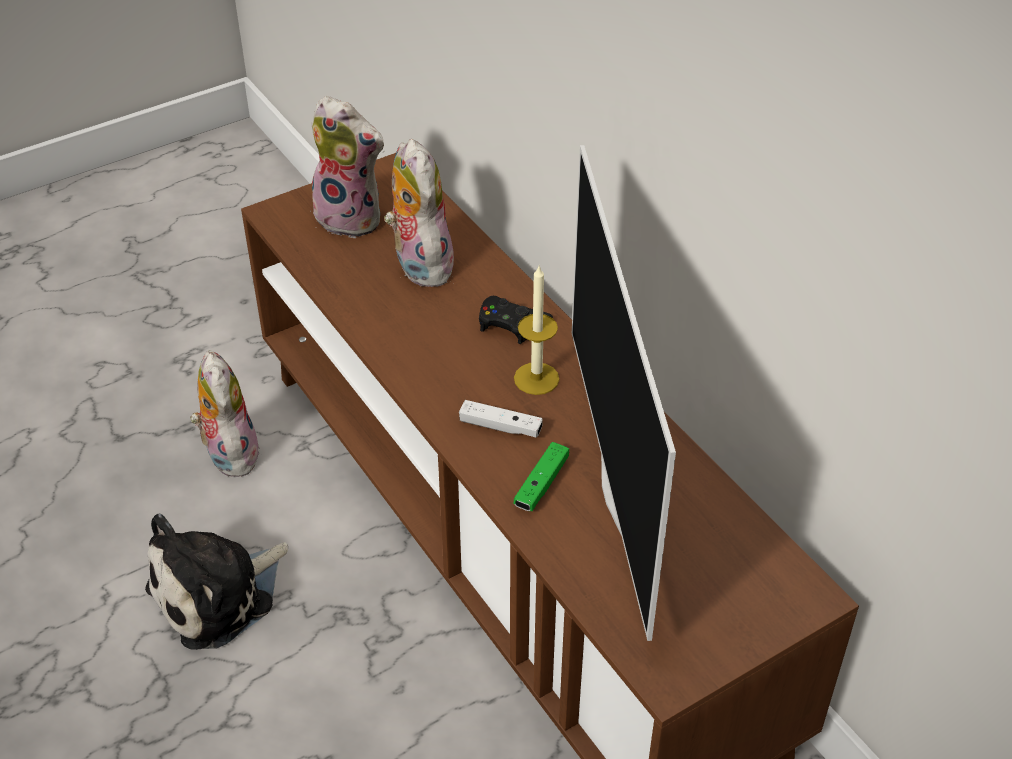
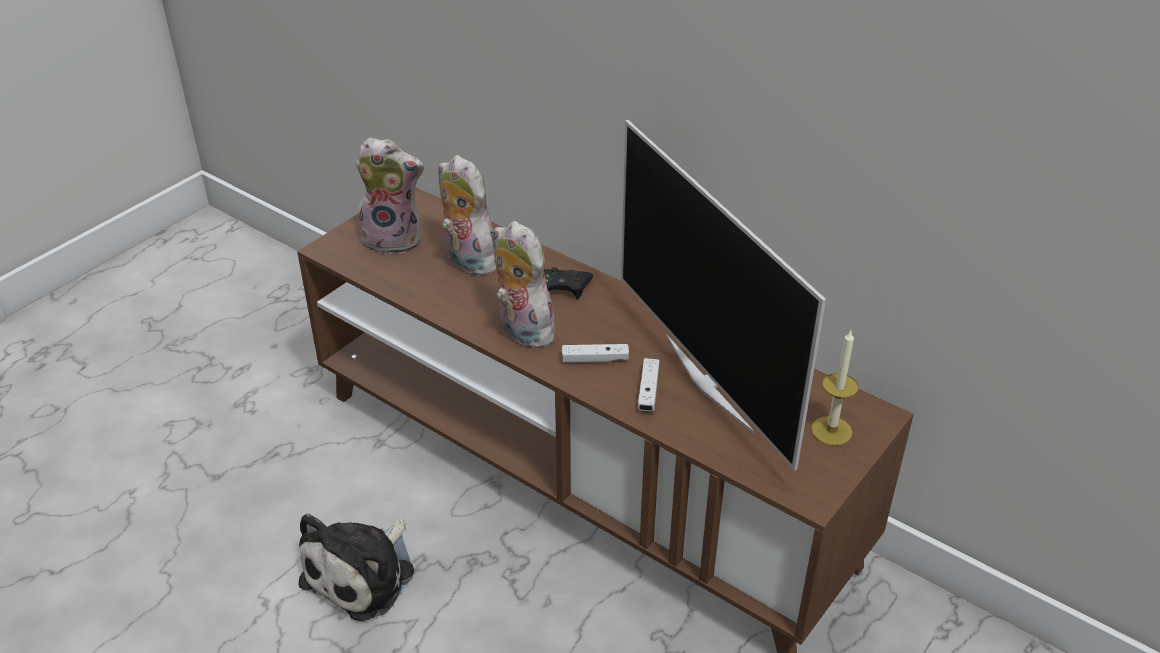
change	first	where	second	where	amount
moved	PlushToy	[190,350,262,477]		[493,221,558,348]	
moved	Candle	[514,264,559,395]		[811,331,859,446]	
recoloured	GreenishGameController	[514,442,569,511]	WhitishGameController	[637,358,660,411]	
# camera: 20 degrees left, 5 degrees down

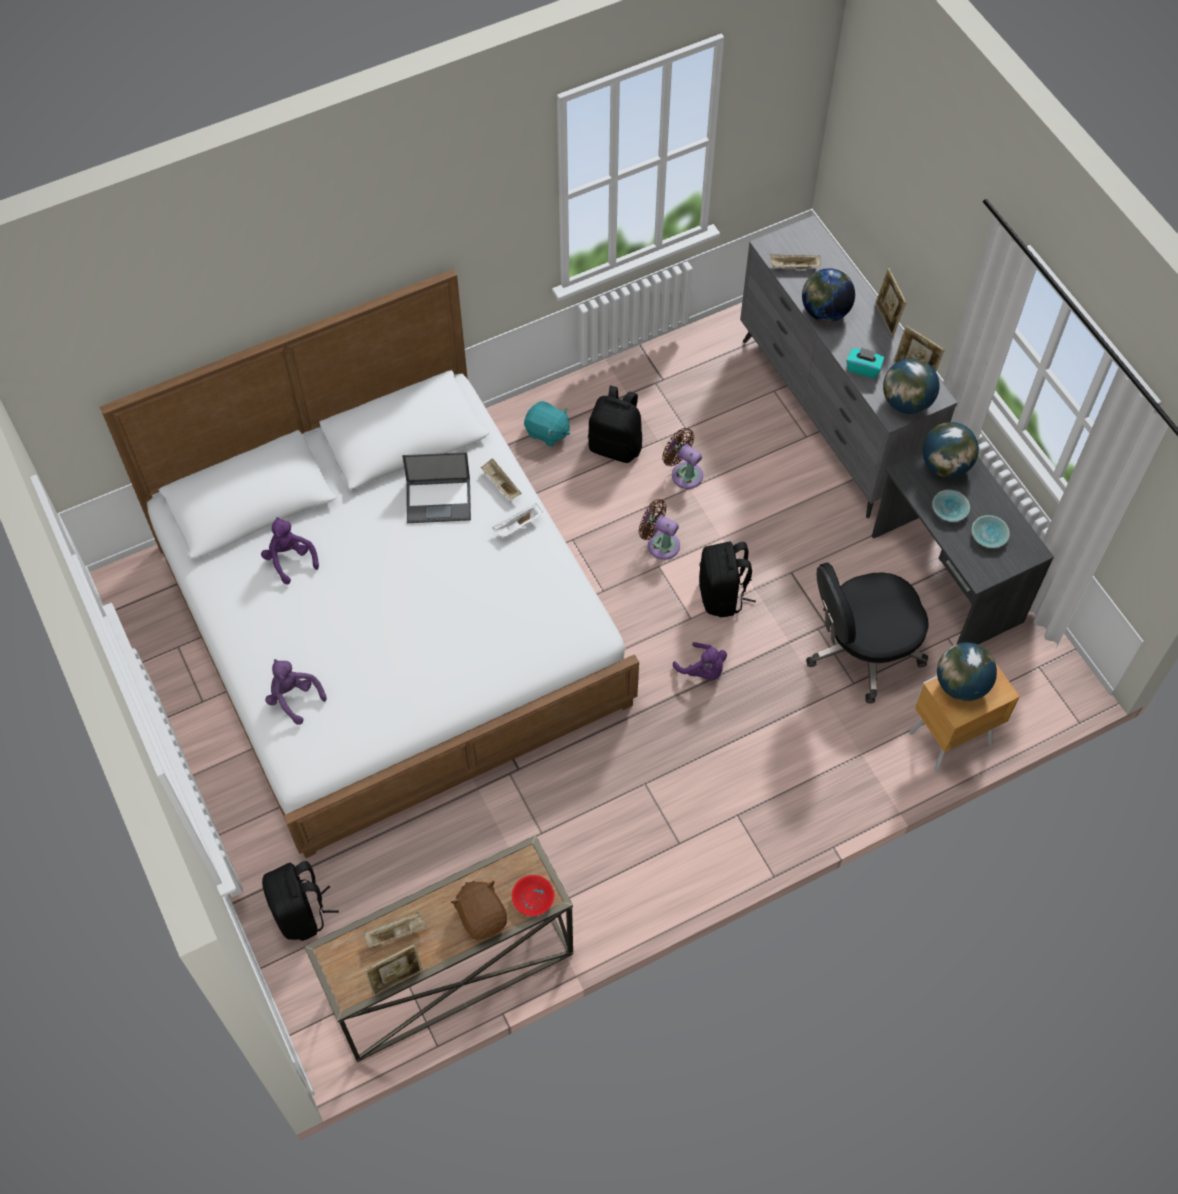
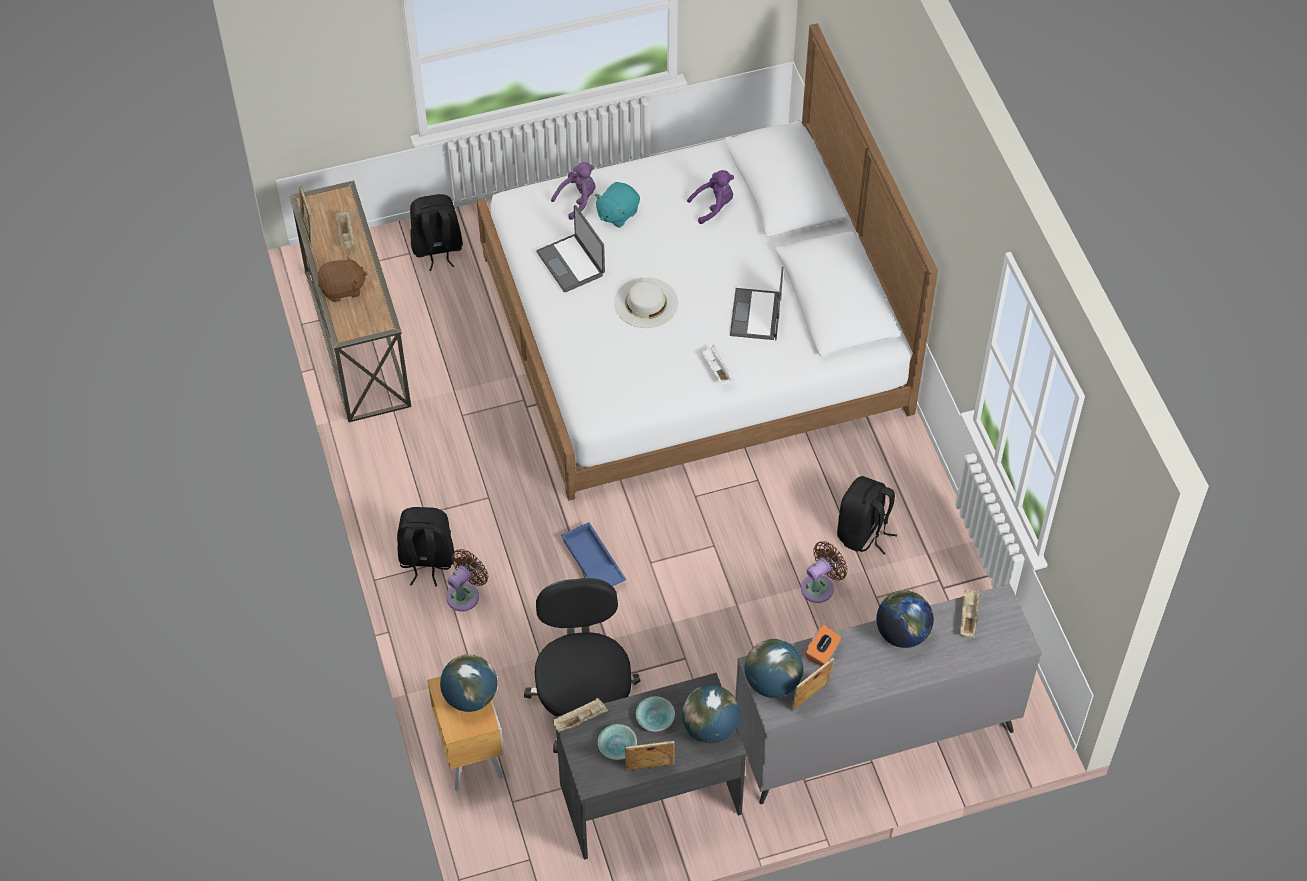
change	first	where	second	where	amount
moved	SandColouredServingTray	[481,458,522,500]		[553,698,608,732]	
removed	RedColouredServingBowl	[512,875,555,916]			
moved	TurquoiseColouredPlushToy	[524,401,570,447]		[595,182,640,228]	
moved	BrownFan	[639,499,680,560]		[446,549,488,611]	
replaced	PurplePlushToy	[673,642,727,680]	BlueServingTray	[561,522,626,587]	
moved	BlackishBackpack	[699,542,756,617]		[397,507,454,587]	
recoloured	TurquoiseColouredTissueBox	[847,347,884,378]	OrangeyTissueBox	[805,625,841,666]	
moved	StandingFrame	[875,268,906,337]		[625,741,674,771]	
added			NotebookComputer	[537,205,605,292]	
added			WhitishWearableHat	[614,277,678,328]	
# camera: 100 degrees right, 5 degrees down

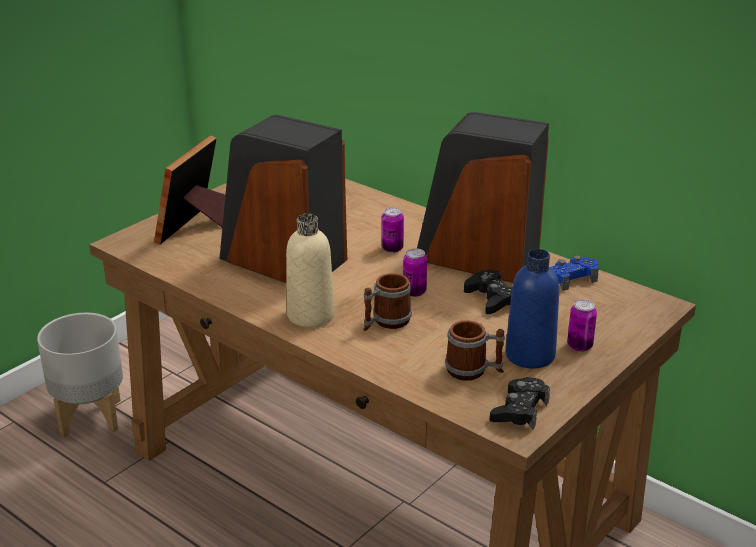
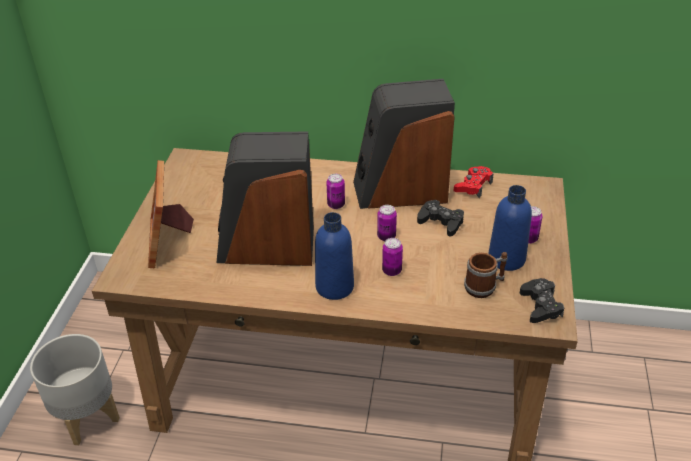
change	first	where	second	where	amount
recoloured	SandColouredBeverageBottle	[286,214,334,327]	BlueBeverageBottle	[315,212,354,300]	
replaced	TeaMug	[364,273,412,331]	MetalCan	[382,238,403,276]	
recoloured	BlueGameController	[550,255,599,291]	RedColouredGameController	[454,166,493,198]	
# camera: 30 degrees left, 10 degrees up

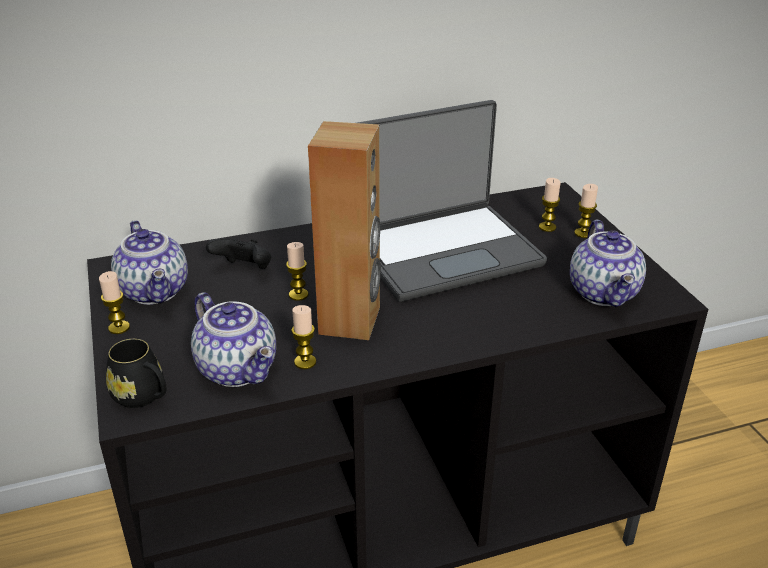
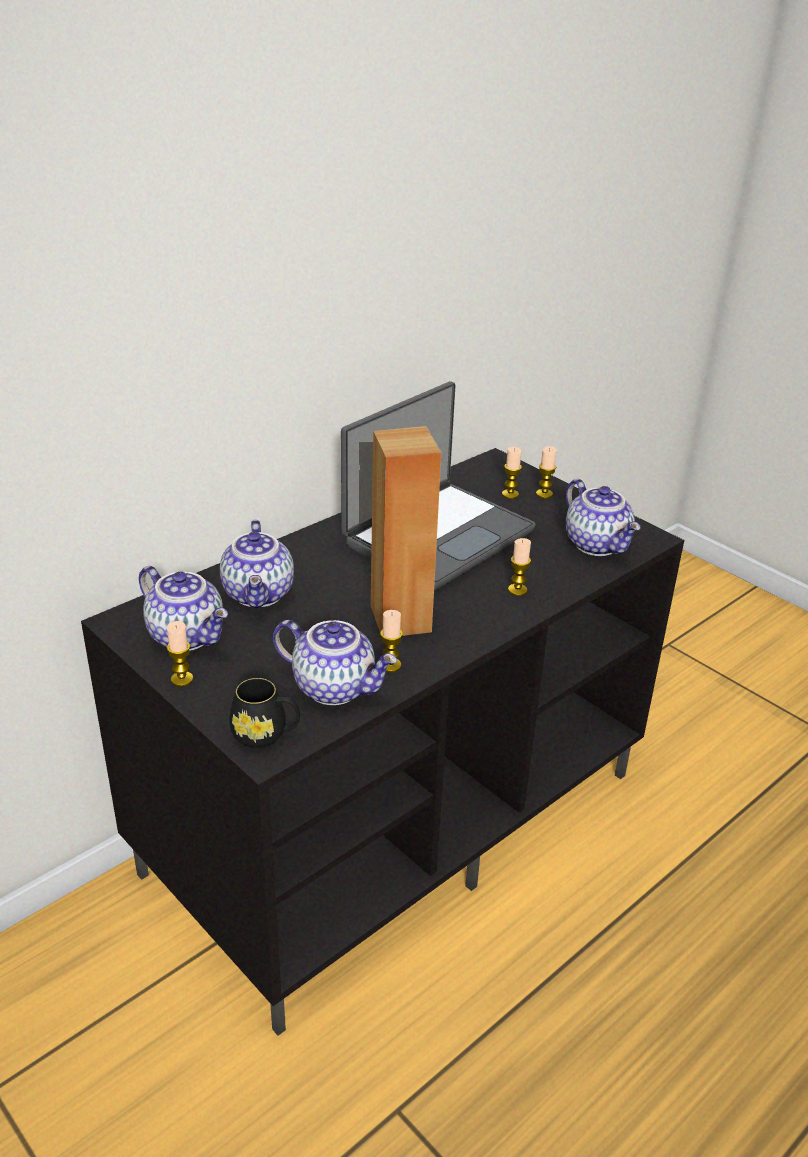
change	first	where	second	where	amount
replaced	BlackishGameController	[206,239,271,269]	Teapot	[220,520,294,608]	
moved	Candle	[286,242,308,301]		[508,538,531,596]	
# camera: 25 degrees left, 0 degrees up

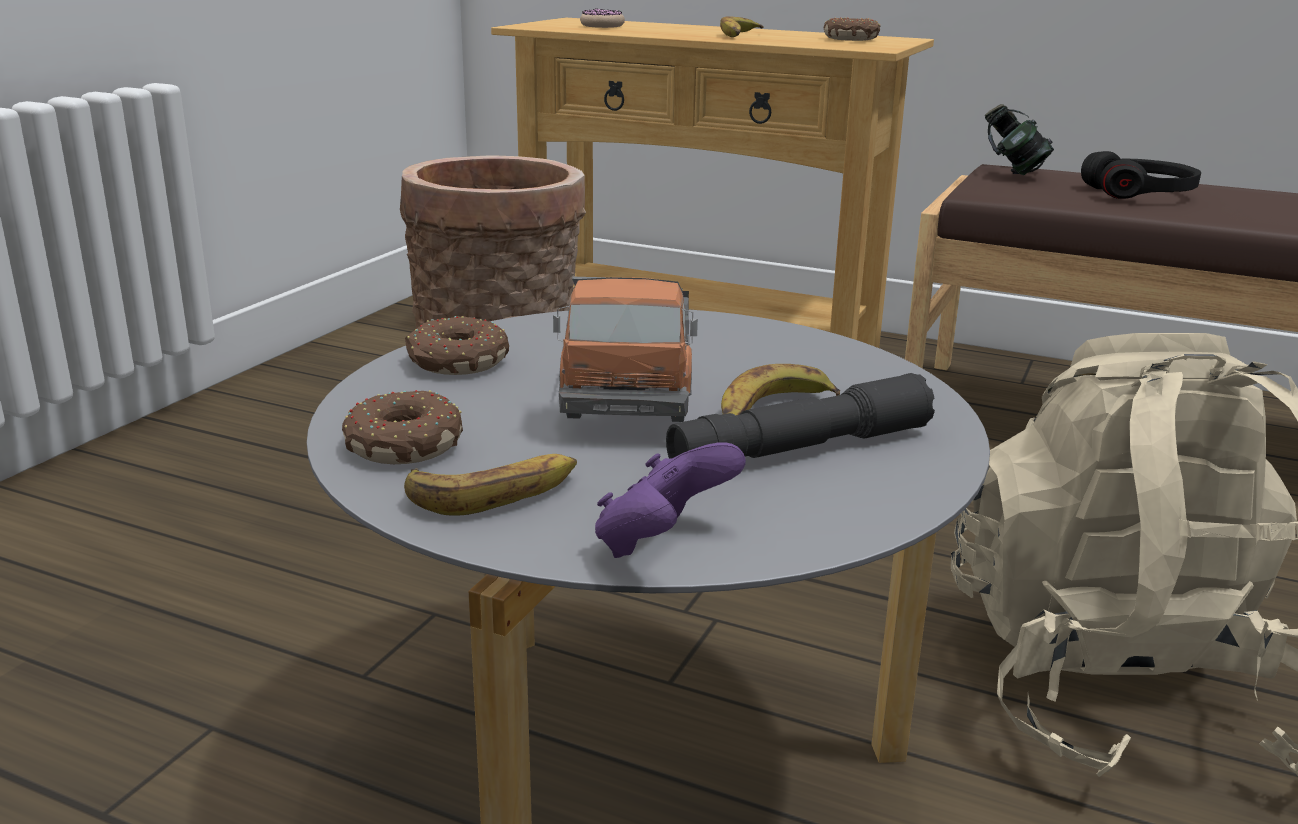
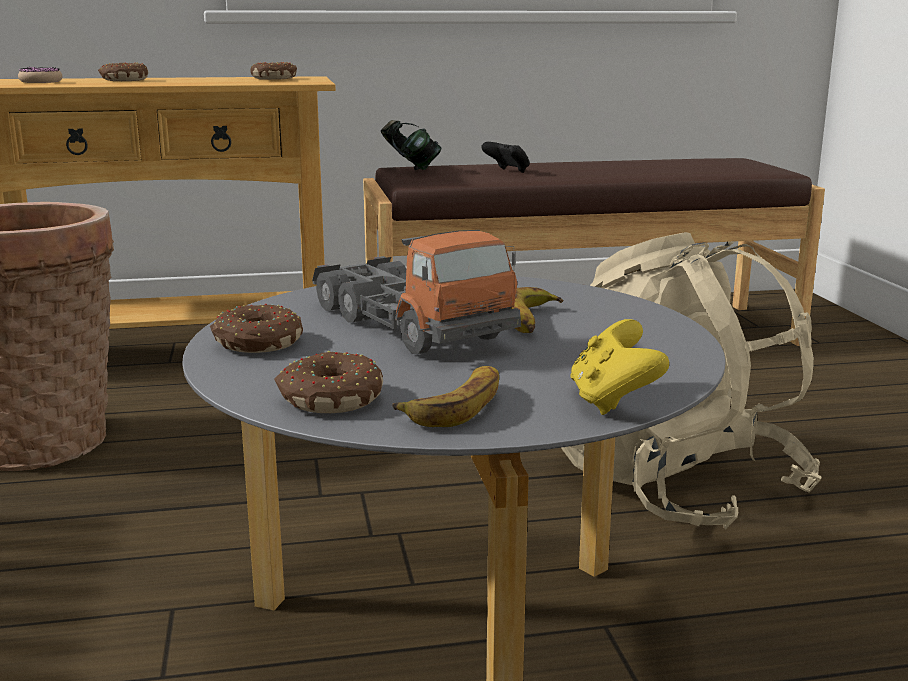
change	first	where	second	where	amount
recoloured	PurpleGameController	[595,442,746,558]	YellowColouredGameController	[570,319,669,415]	
removed	GrayTorch	[666,373,935,458]			
removed	BananaFruit	[720,16,764,37]			
replaced	BlackishHeadset	[1081,151,1201,199]	BlackishGameController	[481,142,530,173]	
added			RingDoughnut	[98,62,148,81]	
# camera: 35 degrees left, 5 degrees down

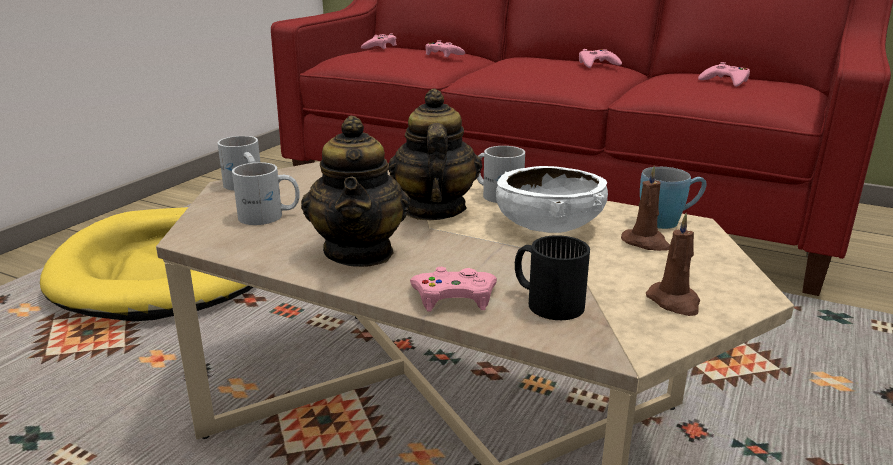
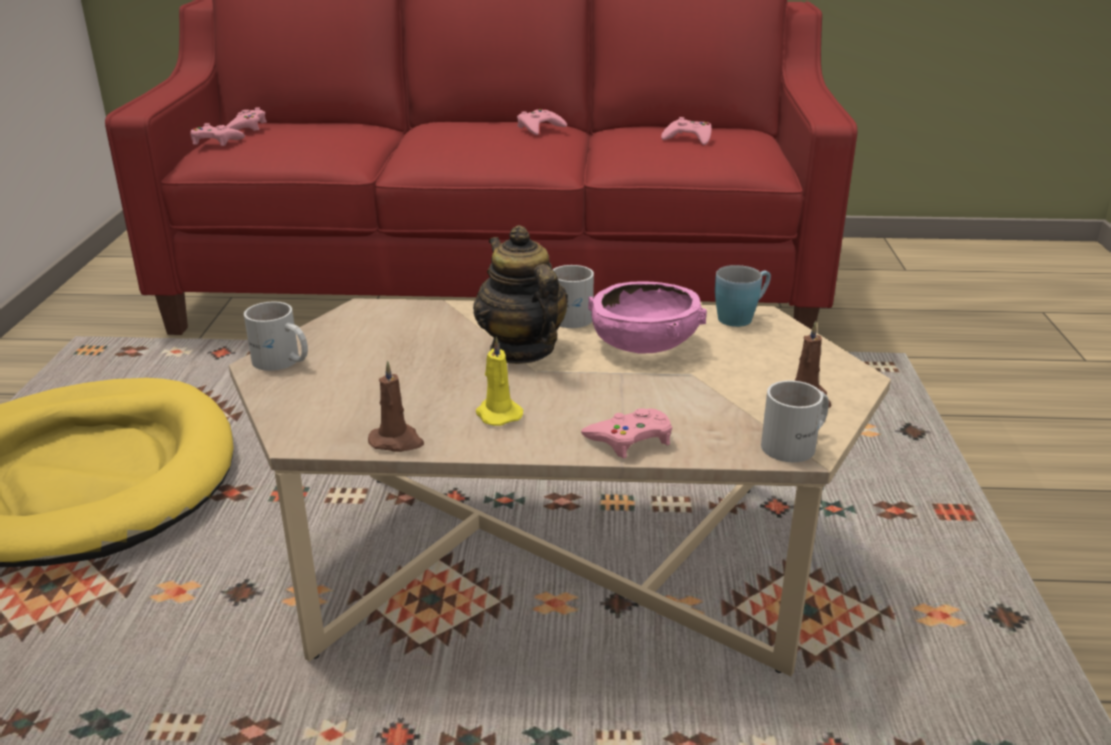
change	first	where	second	where	amount
moved	WhitishTeaMug	[232,162,300,225]		[761,380,829,462]	
replaced	Teapot	[301,116,410,267]	YellowColouredCandle	[476,337,523,426]	
moved	PinkGameController	[425,40,465,57]		[190,123,245,146]	
recoloured	WhitishServingBowl	[496,166,608,233]	PinkServingBowl	[588,282,707,354]	
removed	BlackishTeaMug	[515,235,590,320]			
moved	BrownCandle	[621,166,670,251]		[368,361,424,452]	
# camera: 25 degrees left, 5 degrees up

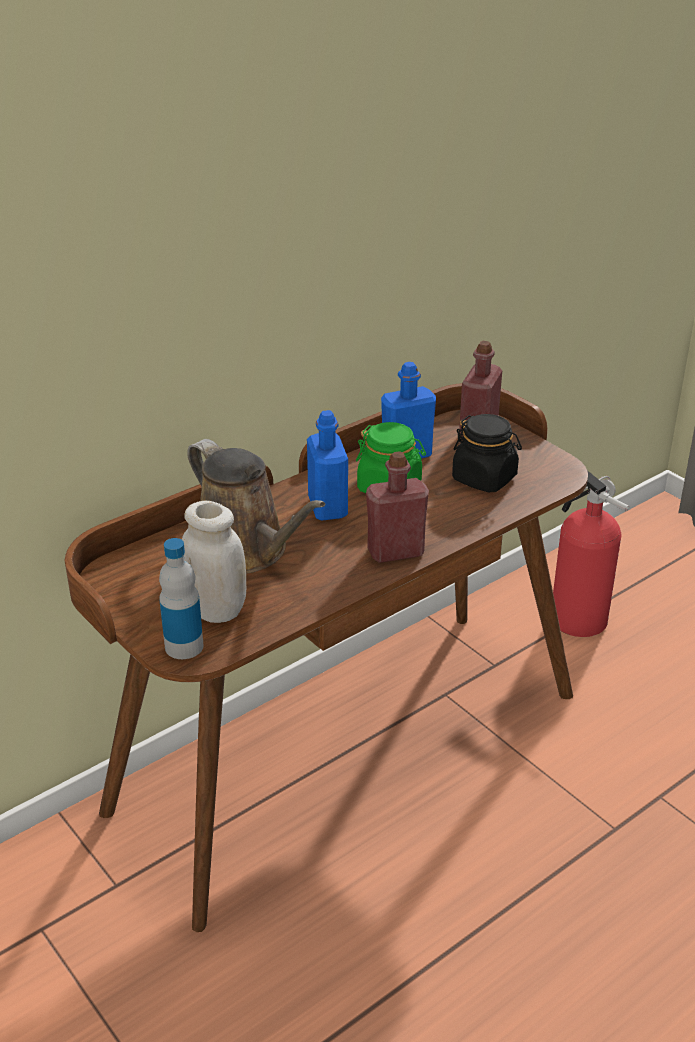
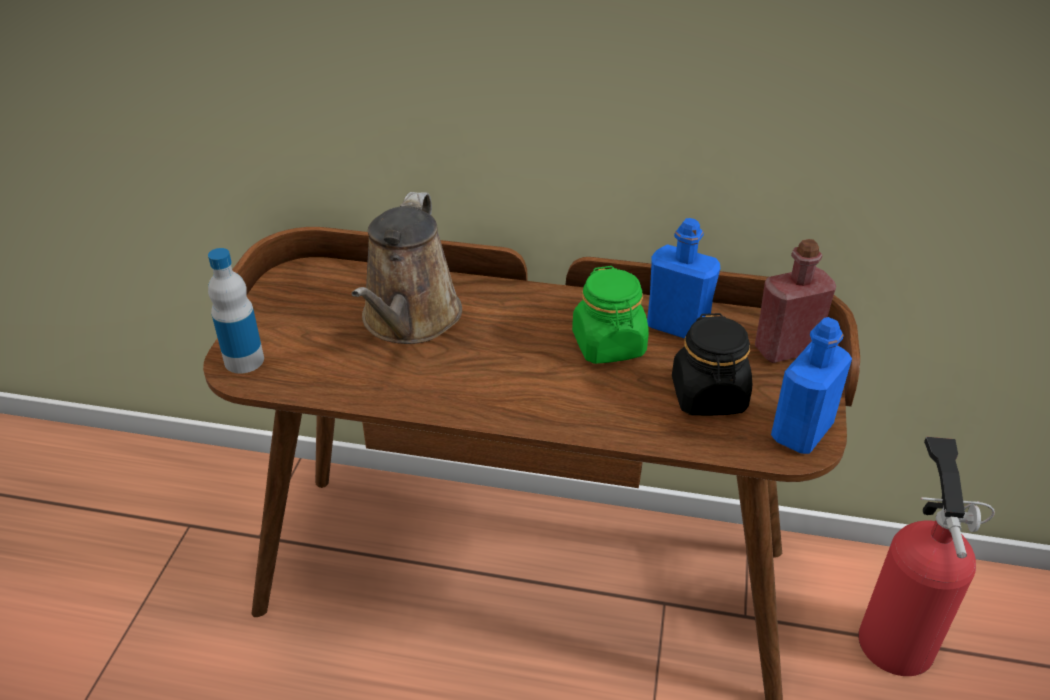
change	first	where	second	where	amount
removed	WhitishPreserveJar	[182,501,246,623]			
moved	BlueBeverageBottle	[307,410,348,521]		[771,317,852,454]	
removed	RedColouredBeverageBottle	[366,452,429,563]			
# camera: 50 degrees right, 5 degrees up

